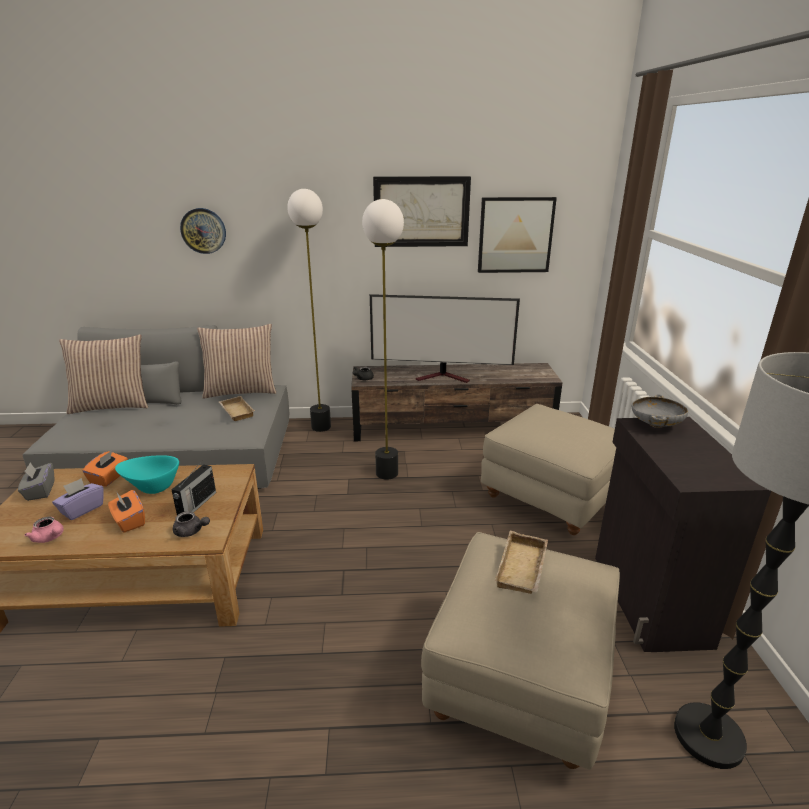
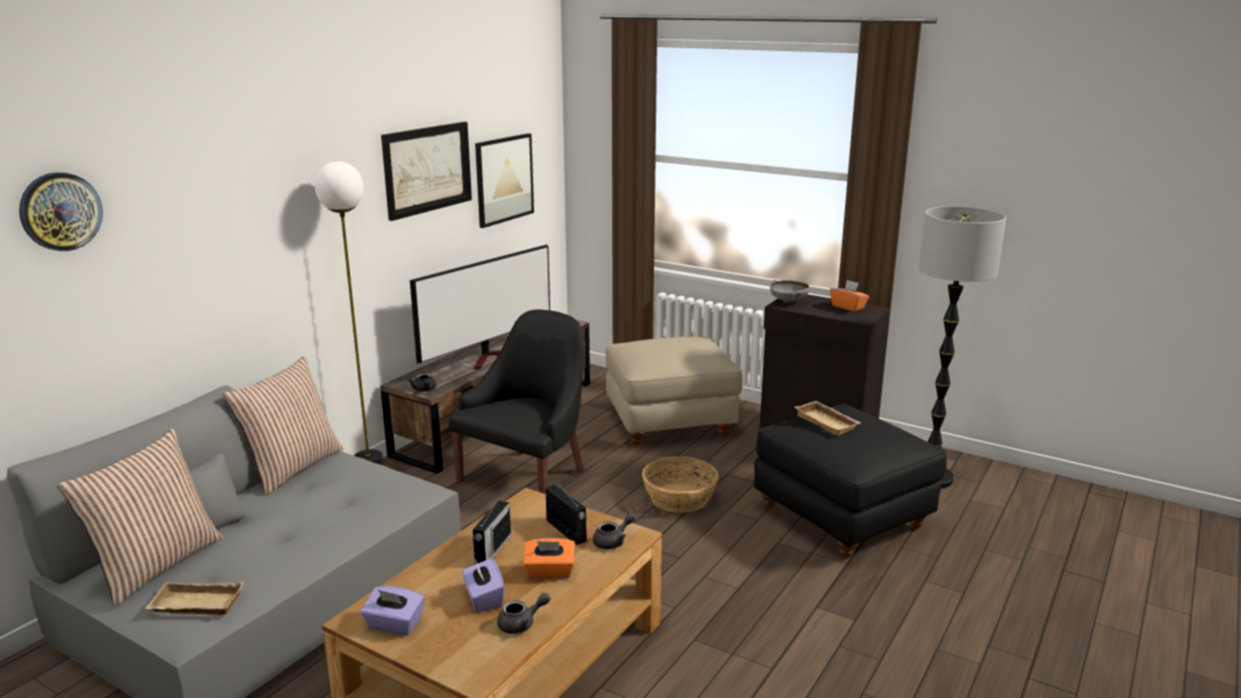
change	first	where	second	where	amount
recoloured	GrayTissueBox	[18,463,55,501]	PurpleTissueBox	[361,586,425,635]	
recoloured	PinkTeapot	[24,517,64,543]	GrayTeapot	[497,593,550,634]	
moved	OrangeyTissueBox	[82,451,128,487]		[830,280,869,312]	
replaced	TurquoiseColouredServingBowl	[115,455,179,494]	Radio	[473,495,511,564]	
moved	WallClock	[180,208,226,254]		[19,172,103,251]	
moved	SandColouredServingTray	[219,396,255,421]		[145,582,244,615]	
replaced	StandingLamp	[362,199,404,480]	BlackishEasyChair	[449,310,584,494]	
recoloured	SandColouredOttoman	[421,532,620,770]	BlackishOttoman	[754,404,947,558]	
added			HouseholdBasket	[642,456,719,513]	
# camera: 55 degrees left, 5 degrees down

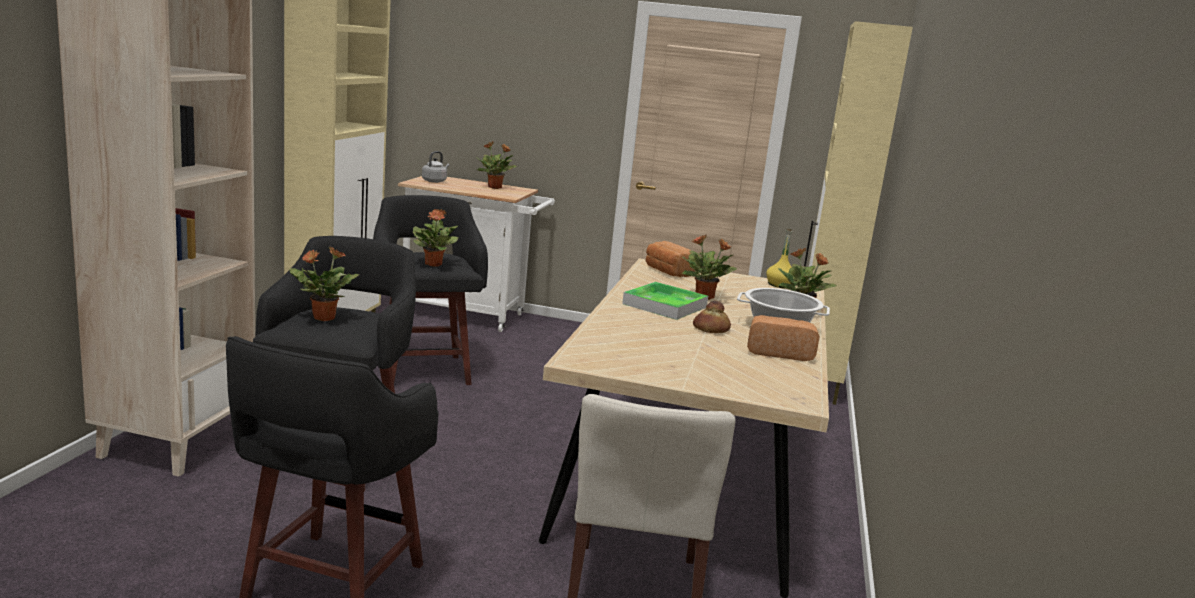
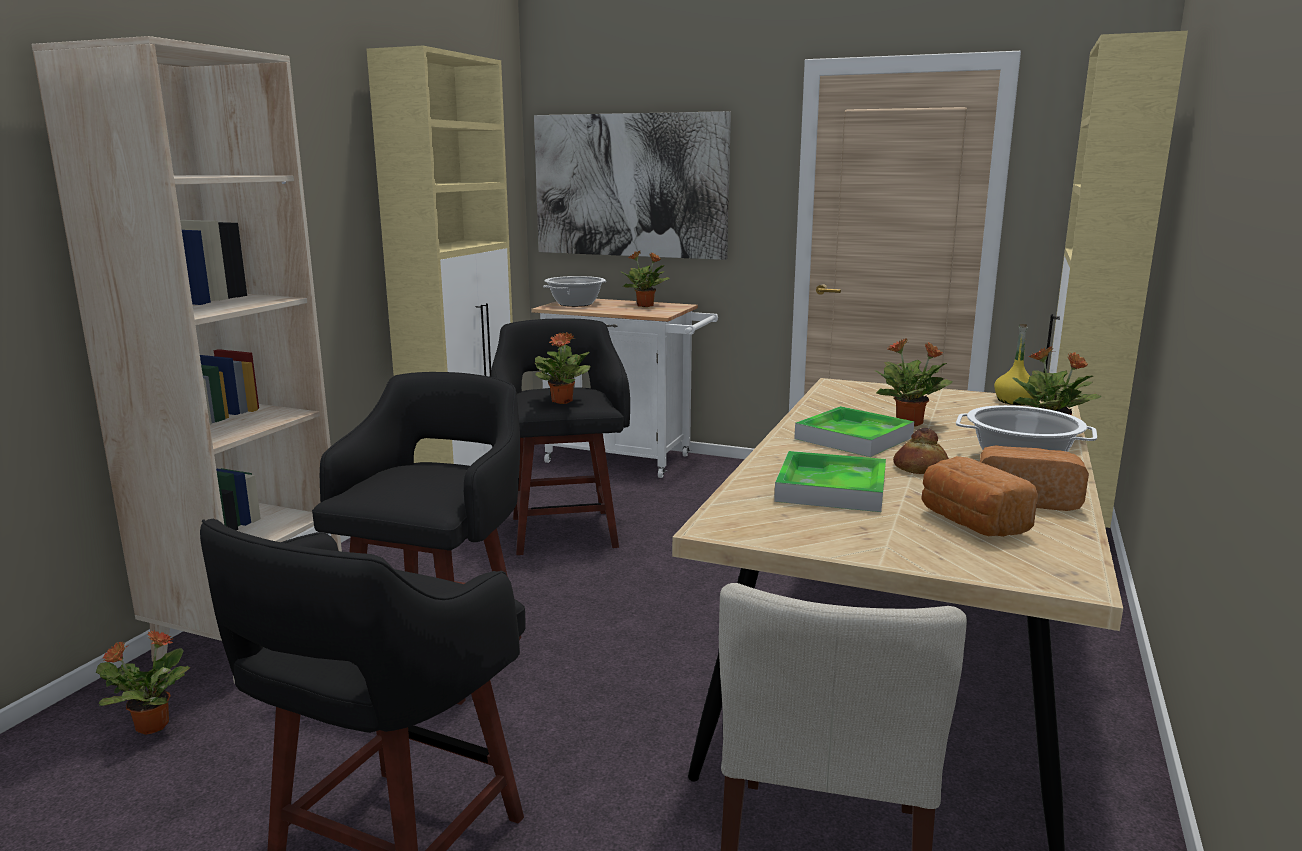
change	first	where	second	where	amount
moved	PottedPlant	[289,246,359,321]		[96,630,190,735]	
replaced	GrayWaterKettle	[422,151,449,183]	Stockpot	[543,276,606,307]	
moved	BakedBread	[646,241,695,277]		[921,456,1038,537]	
added			WallArt	[534,111,731,260]	
added			ServingTray	[774,451,886,512]	
# camera: 10 degrees right, 0 degrees up

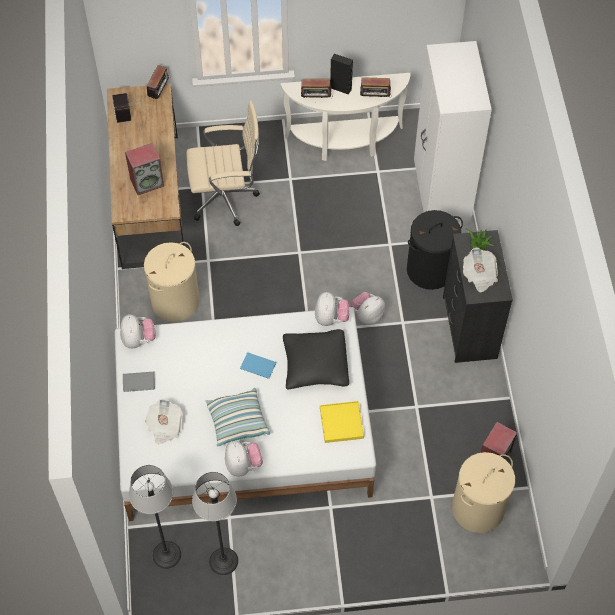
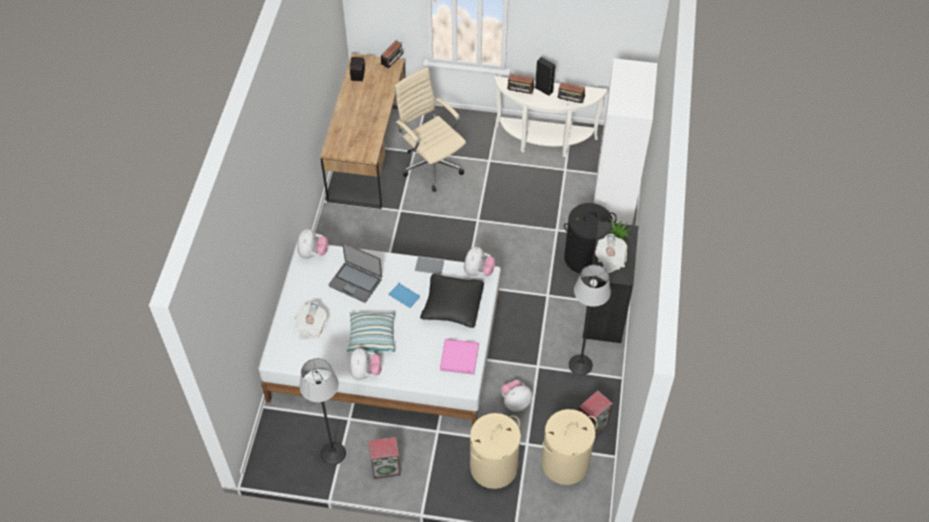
change	first	where	second	where	amount
moved	GrayBoundBook	[123,372,155,392]		[415,257,444,275]	
moved	Loudspeaker	[125,143,164,195]		[369,437,401,479]	
moved	StandingLamp	[129,465,181,569]		[568,265,611,375]	
moved	SandColouredWashingBasket	[144,242,200,322]		[470,413,521,489]	
turned	SandColouredComputerChair	[186,101,260,226]		[394,67,466,192]	135 degrees counterclockwise
recoloured	YellowColouredServingTray	[320,401,364,443]	PinkServingTray	[440,339,479,375]	
moved	PlushToy	[350,292,385,325]		[501,380,532,412]	
added			NotebookComputer	[329,242,382,303]	
# camera: 15 degrees right, 5 degrees down

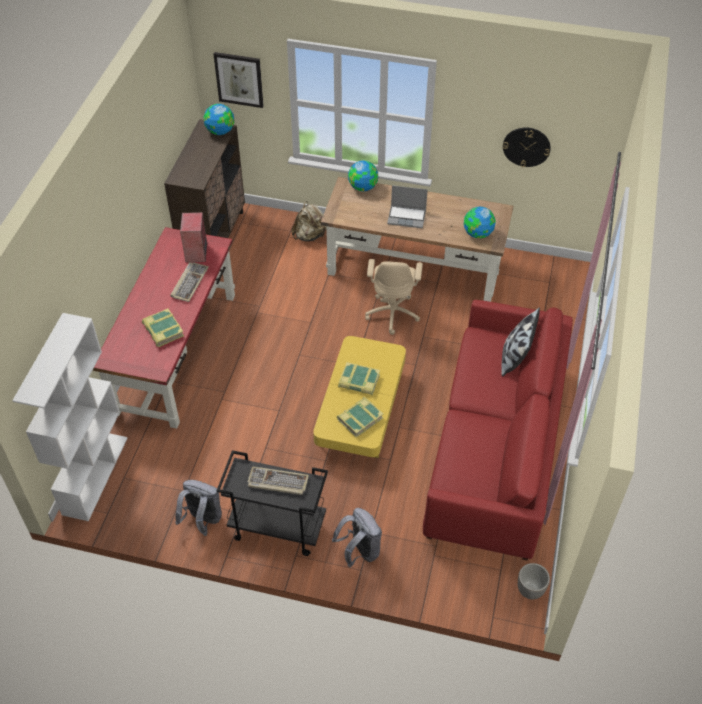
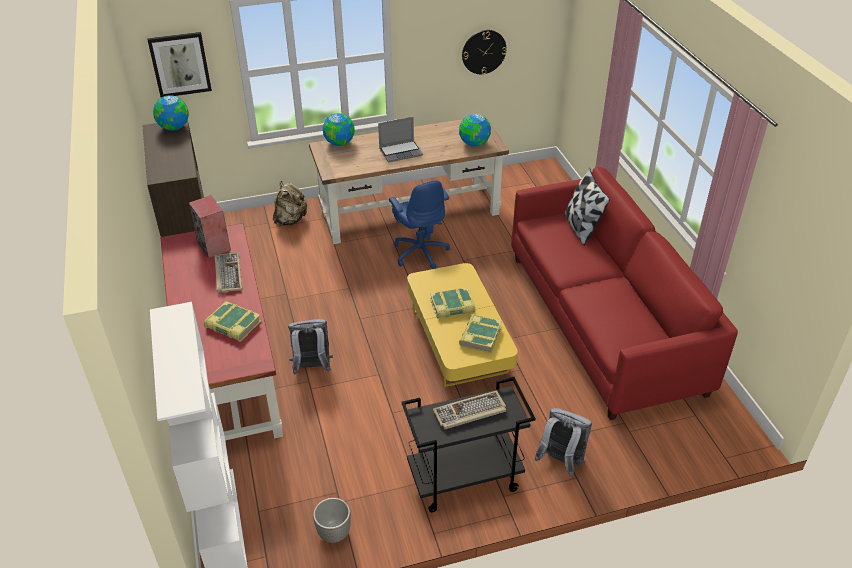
change	first	where	second	where	amount
moved	GrayBackpack	[175,480,222,536]		[288,319,333,375]	
recoloured	SandColouredComputerChair	[365,259,423,335]	BlueComputerChair	[389,180,450,269]	
moved	FlowerPot	[518,563,550,600]		[313,498,351,543]	
# camera: 30 degrees left, 10 degrees down

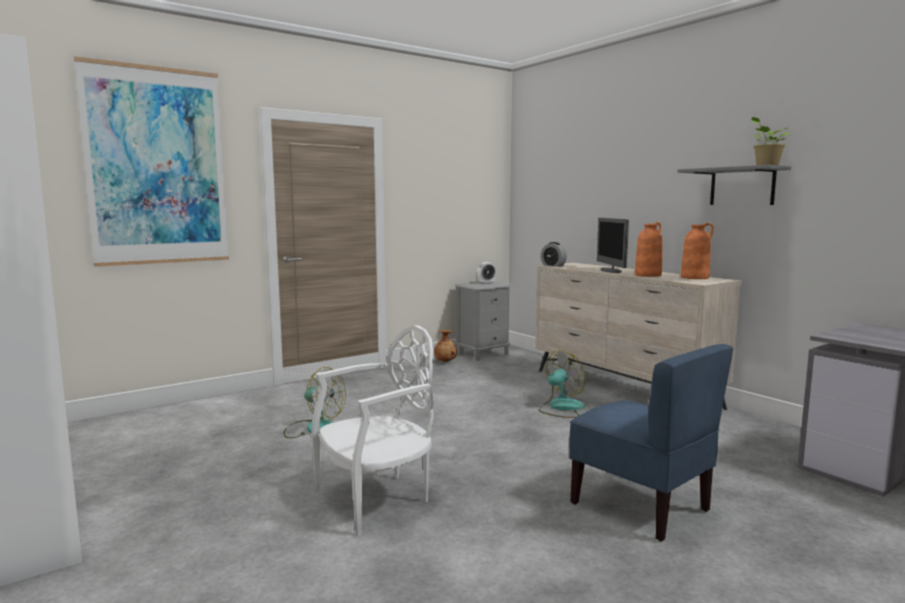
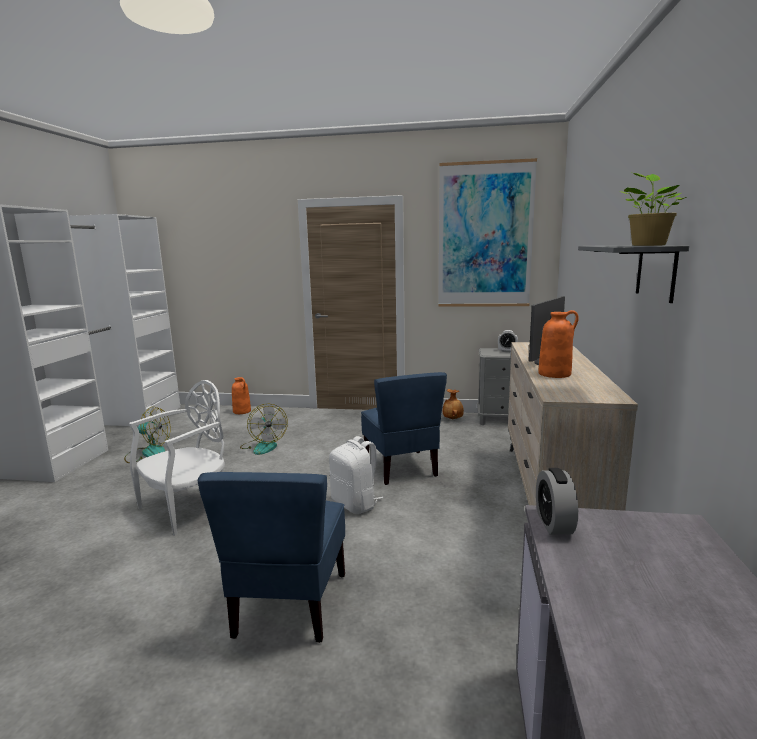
change	first	where	second	where	amount
moved	WallArt	[74,56,229,267]		[438,158,537,307]	
turned	WhitishChair	[311,325,434,536]		[129,380,225,536]	60 degrees counterclockwise
moved	Fan	[539,351,586,418]		[124,407,171,463]	
moved	BedsideClock	[541,242,567,267]		[536,468,578,535]	
moved	OrangeyDecorativeVase	[681,223,714,279]		[232,377,251,414]	
added			WhitishBackpack	[329,436,384,514]	
added			BlueChair	[361,372,447,485]	
# camera: 45 degrees right, 5 degrees up

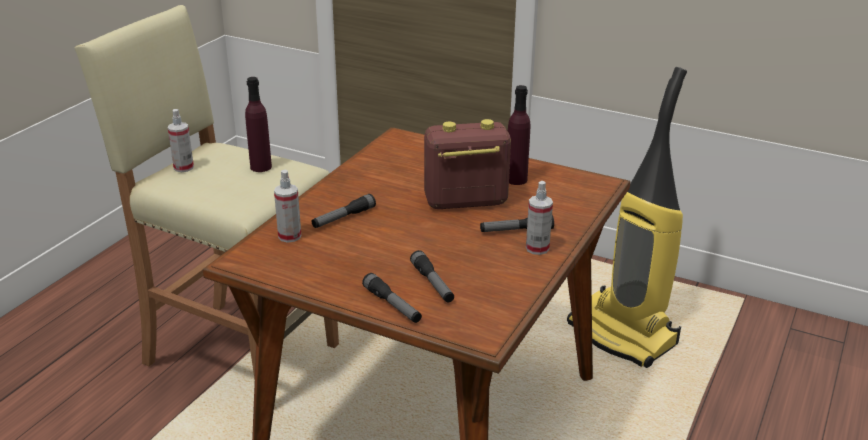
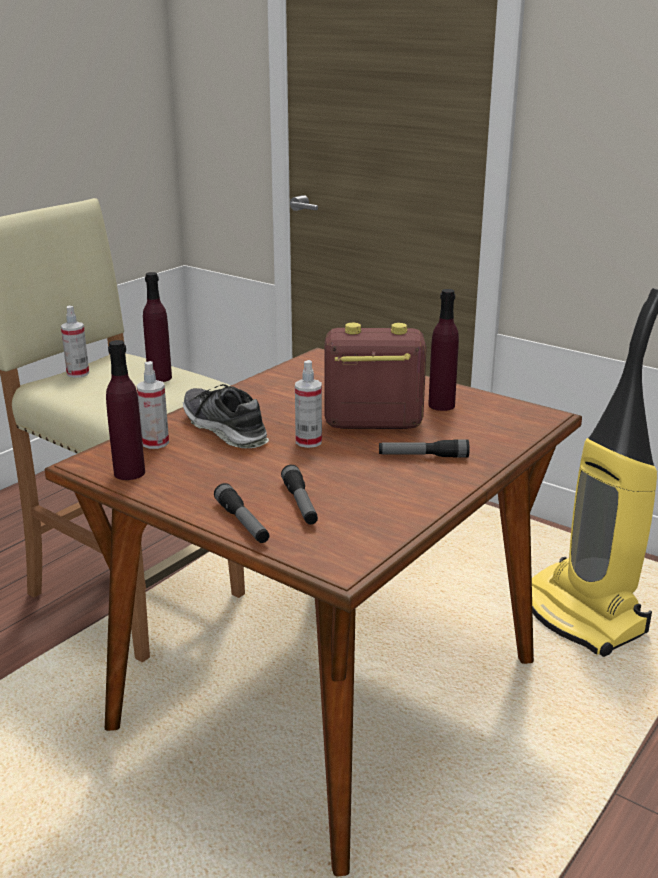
change	first	where	second	where	amount
replaced	Torch	[312,194,376,228]	LowShoe	[183,384,269,448]	
moved	HandSprayer	[526,181,553,255]		[295,360,322,448]	
added			PurpleBeverageBottle	[106,340,145,480]	
# camera: 10 degrees right, 5 degrees down

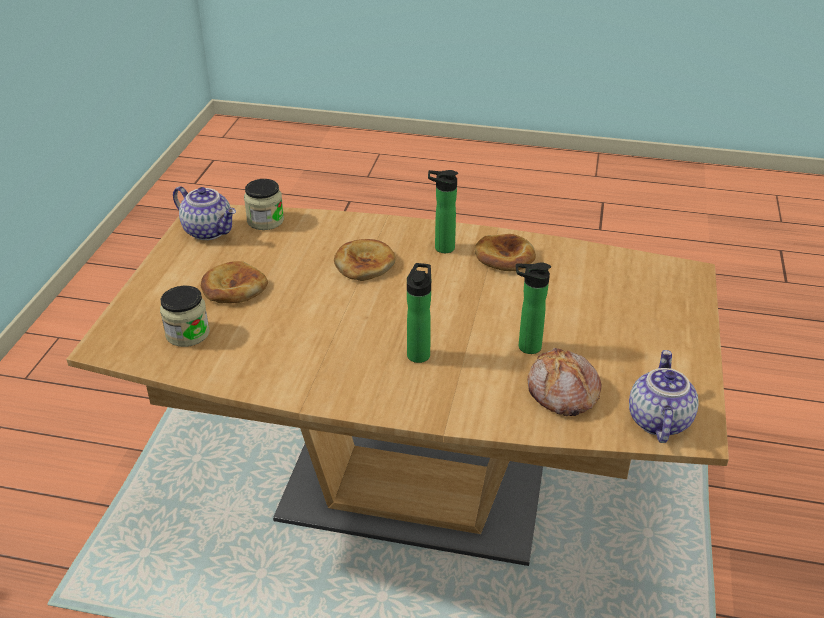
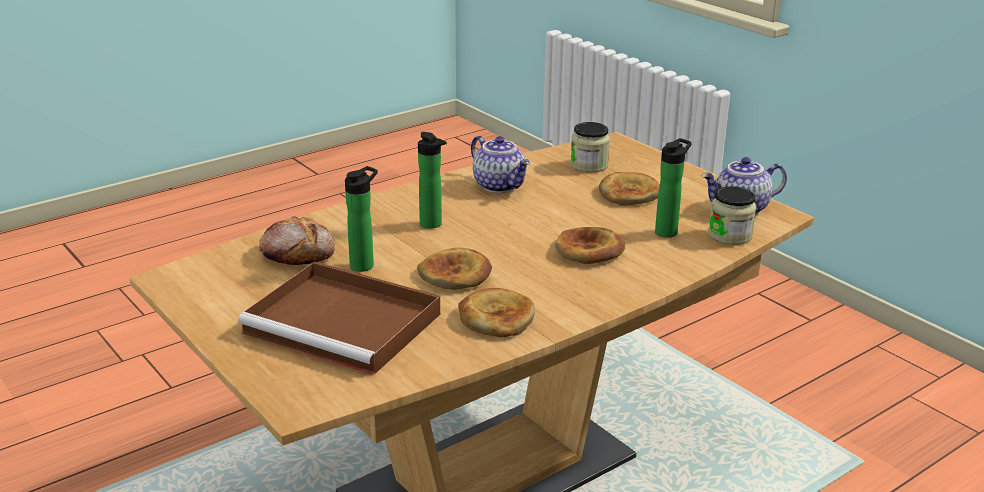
change	first	where	second	where	amount
moved	BeverageBottle	[428,170,458,253]		[655,138,692,237]	
moved	Teapot	[629,350,699,443]		[471,136,530,193]	
added			BrownServingTray	[238,261,440,375]	
added			BakedBread	[417,248,492,290]	
# camera: 130 degrees right, 10 degrees down

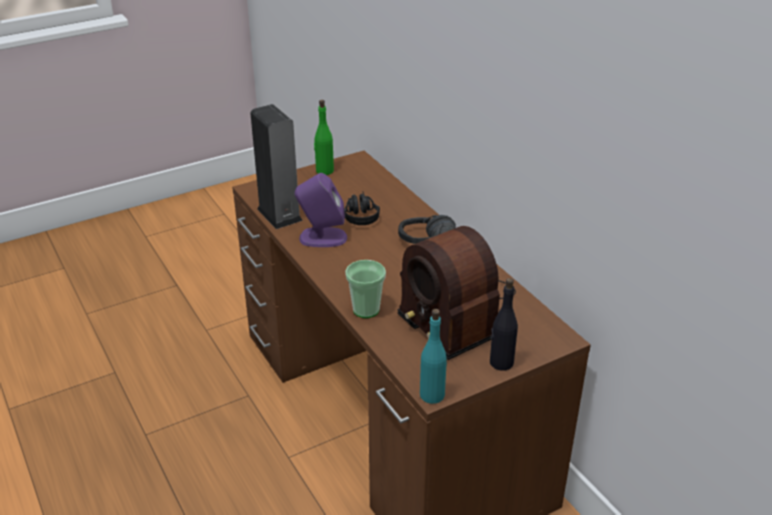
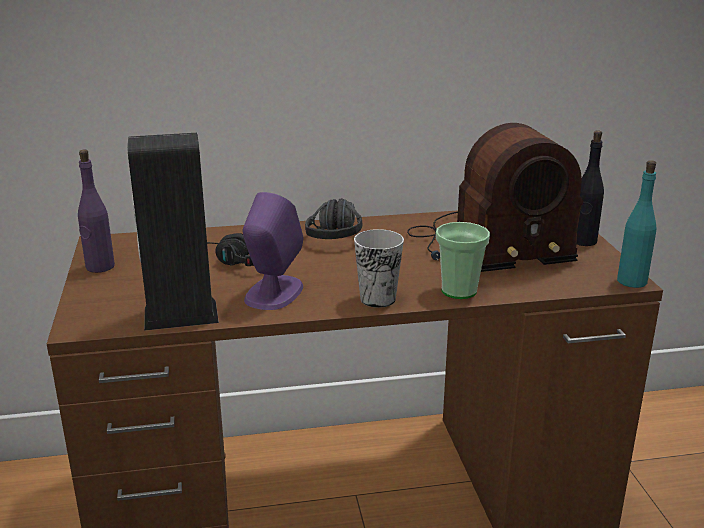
change	first	where	second	where	amount
recoloured	GreenishBeverageBottle	[314,100,334,175]	PurpleBeverageBottle	[78,150,115,273]	
added			Cup	[354,229,404,308]	
# camera: 70 degrees left, 10 degrees down

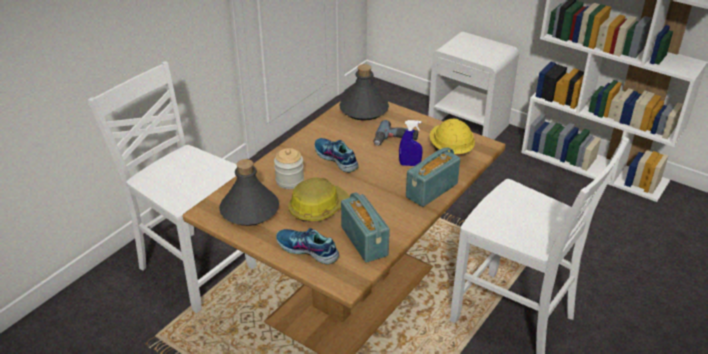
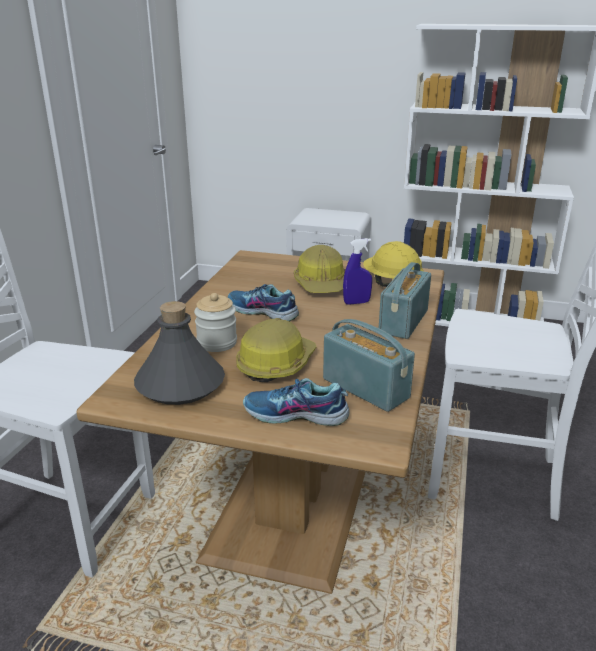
change	first	where	second	where	amount
removed	GrayBeverageBottle	[339,64,389,121]			
replaced	Drill	[373,120,418,146]	WorkHelmet	[294,245,346,293]	
# camera: 20 degrees left, 10 degrees down

